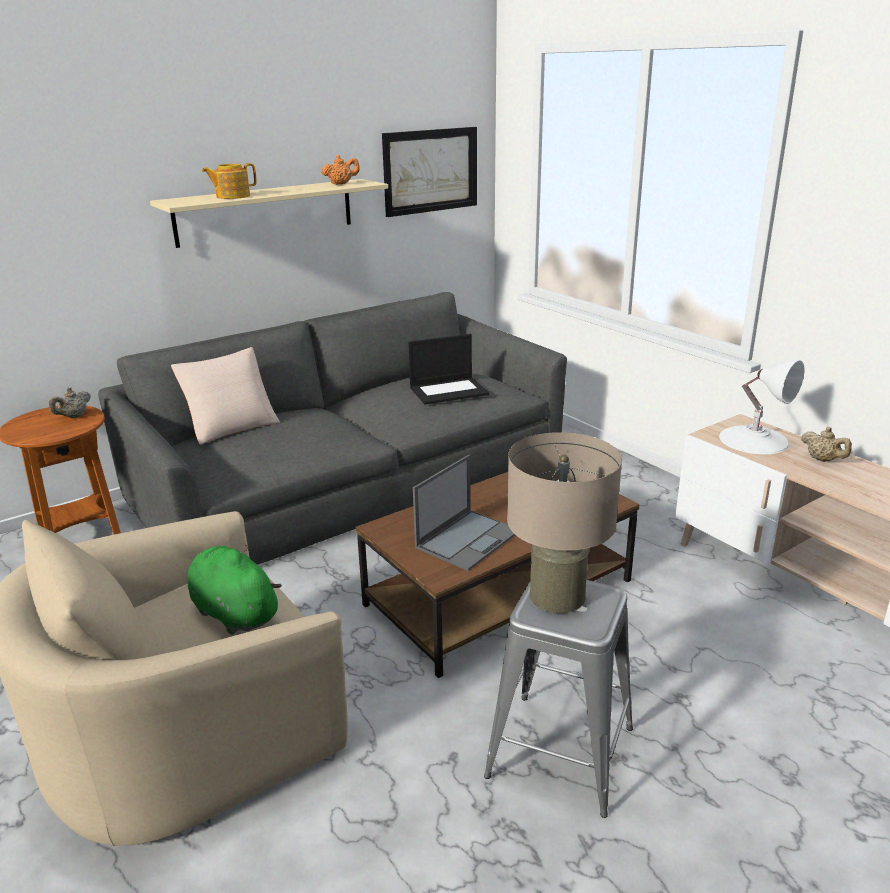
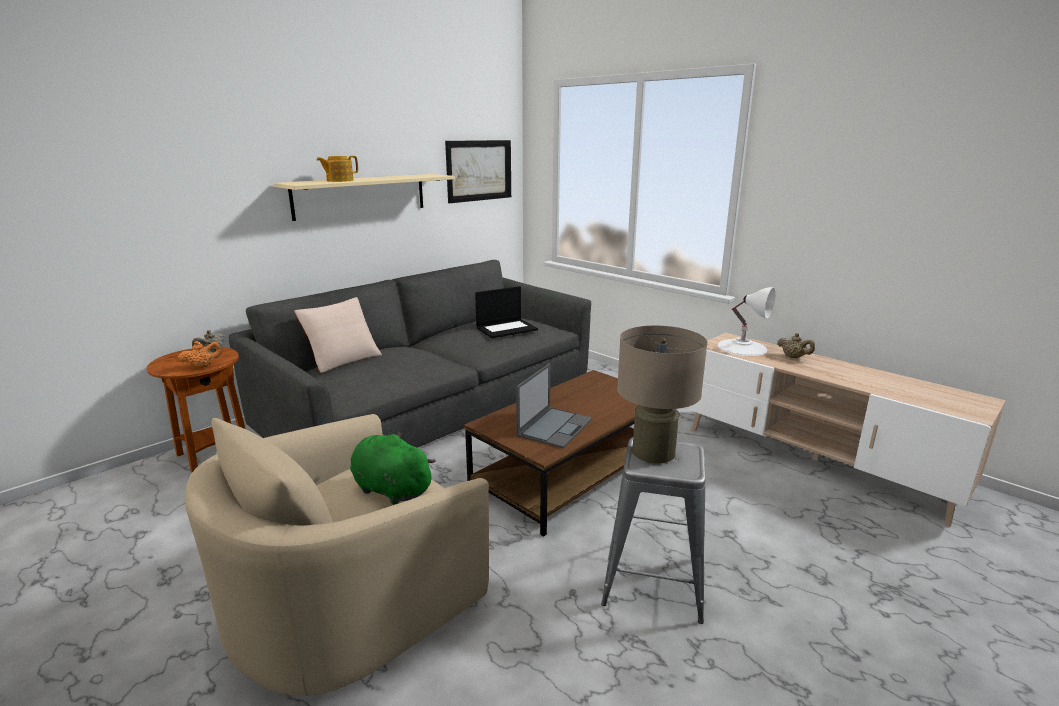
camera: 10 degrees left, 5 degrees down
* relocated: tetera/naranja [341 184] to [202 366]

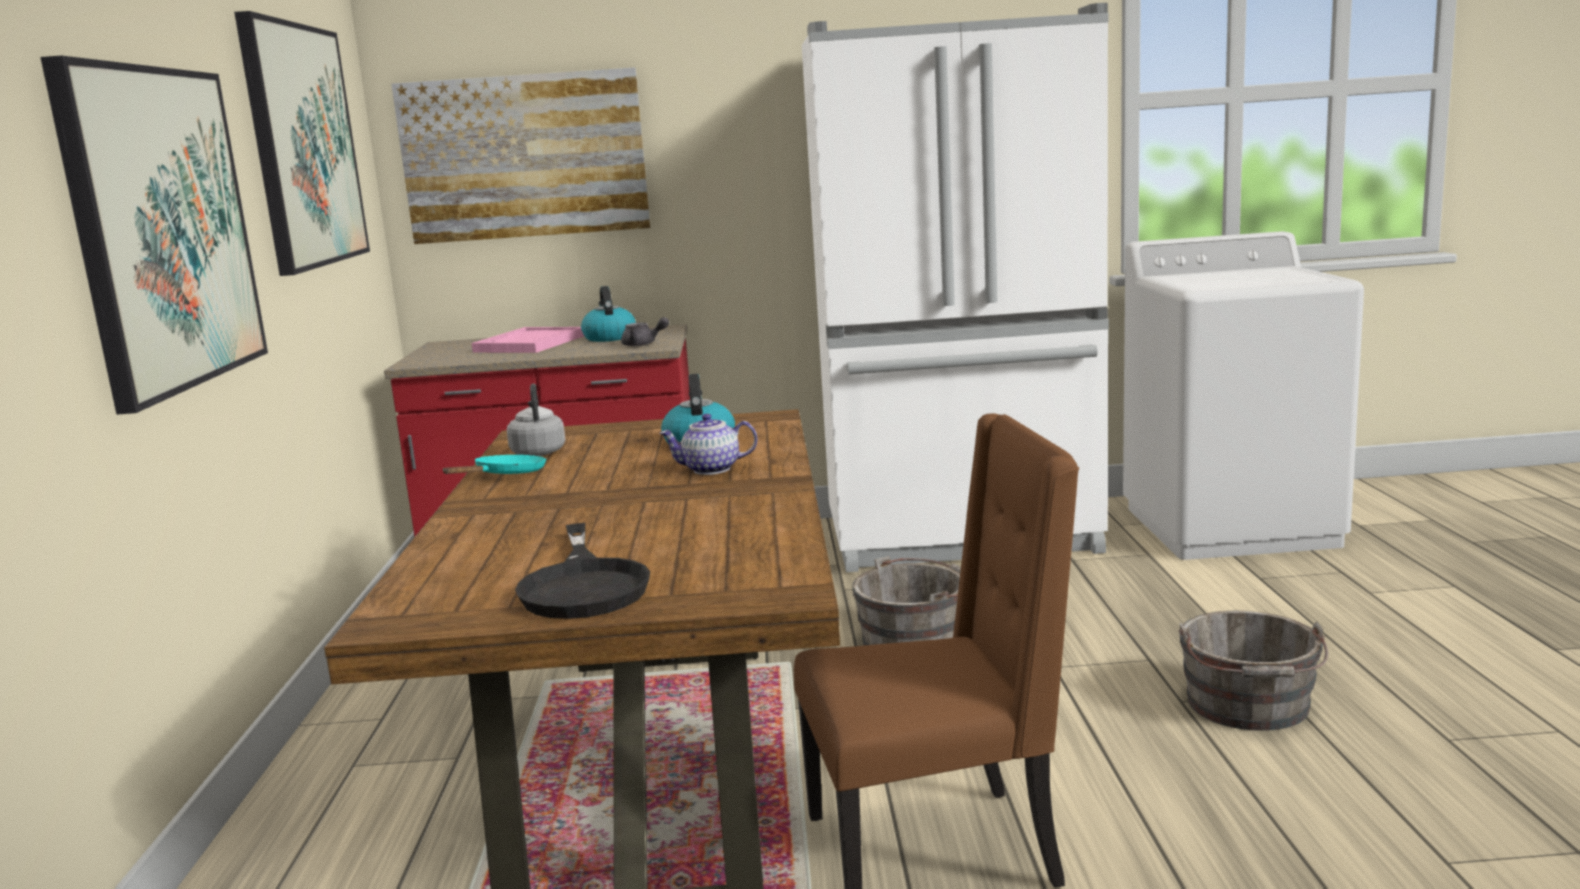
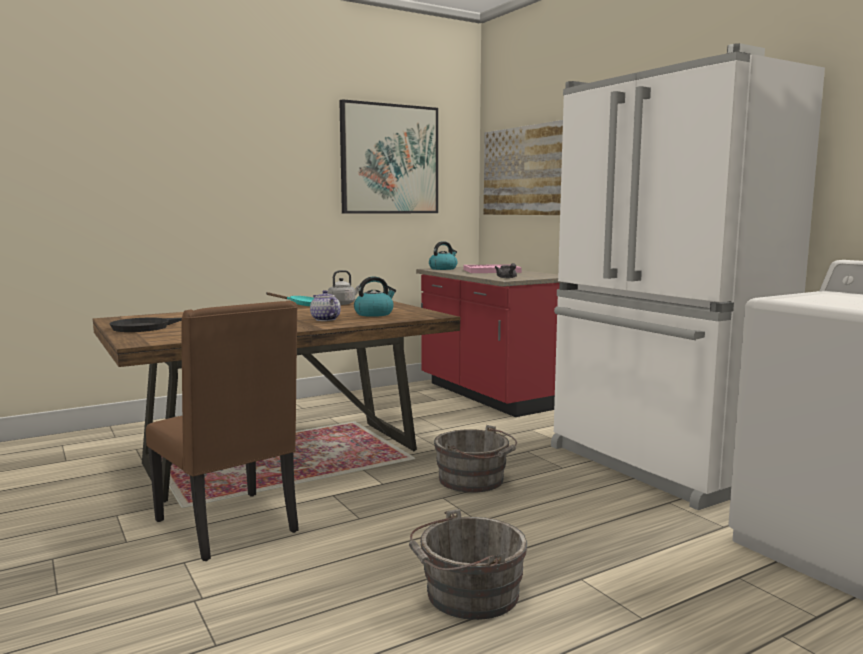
camera: 60 degrees right, 5 degrees down
* missing: cuadro [163 228]
* relocated: hervidor [609 337] to [443 268]

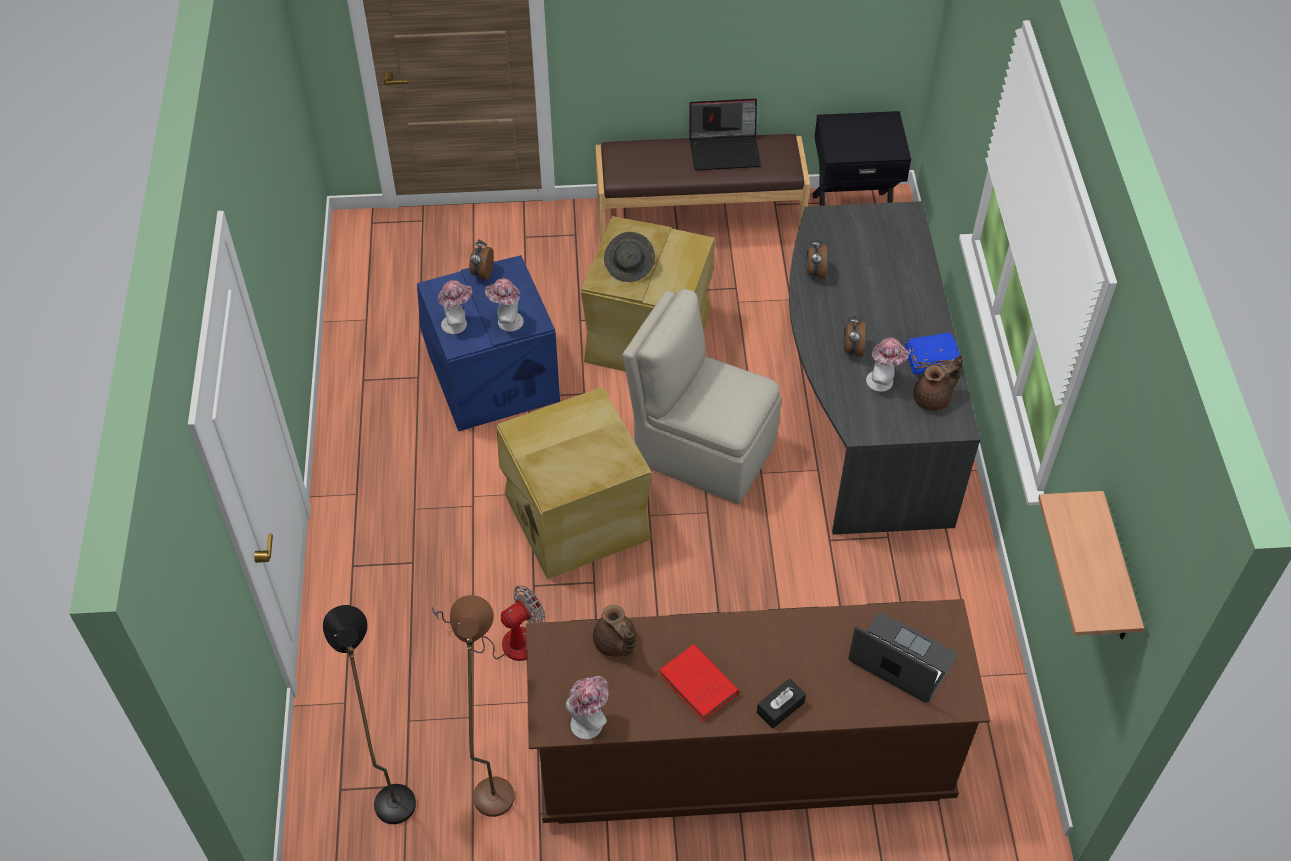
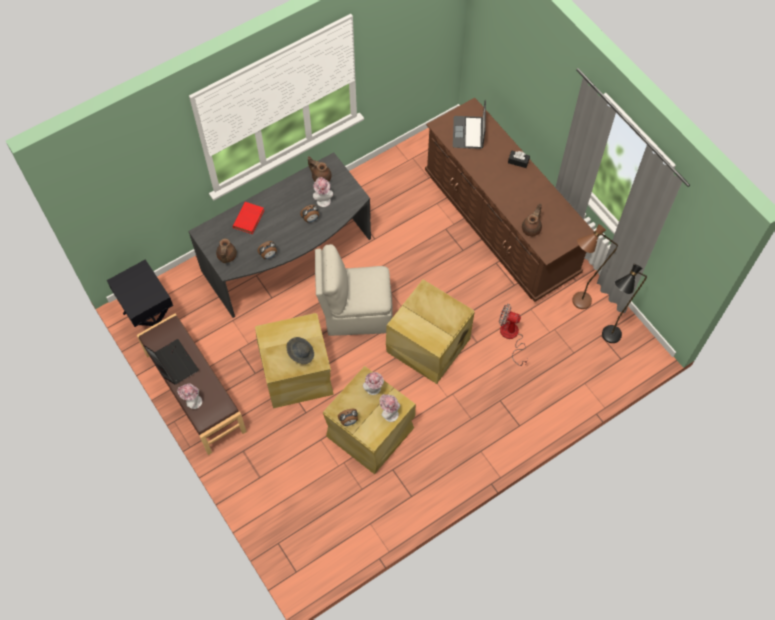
camera: 120 degrees left, 10 degrees up
* missing: libro/azul [930 360]
* missing: estante [1116 573]
* appeared: tetera/marrón [226 256]
* relocated: sombrero [589 721] to [192 401]
* relocated: libro/rojo [700 686] to [249 218]
* colour: caja de almacenaje/azul [492 379] to caja de almacenaje/beis [371 432]
* spun: silla/beis [702 450] = [356 312] 90 degrees clockwise

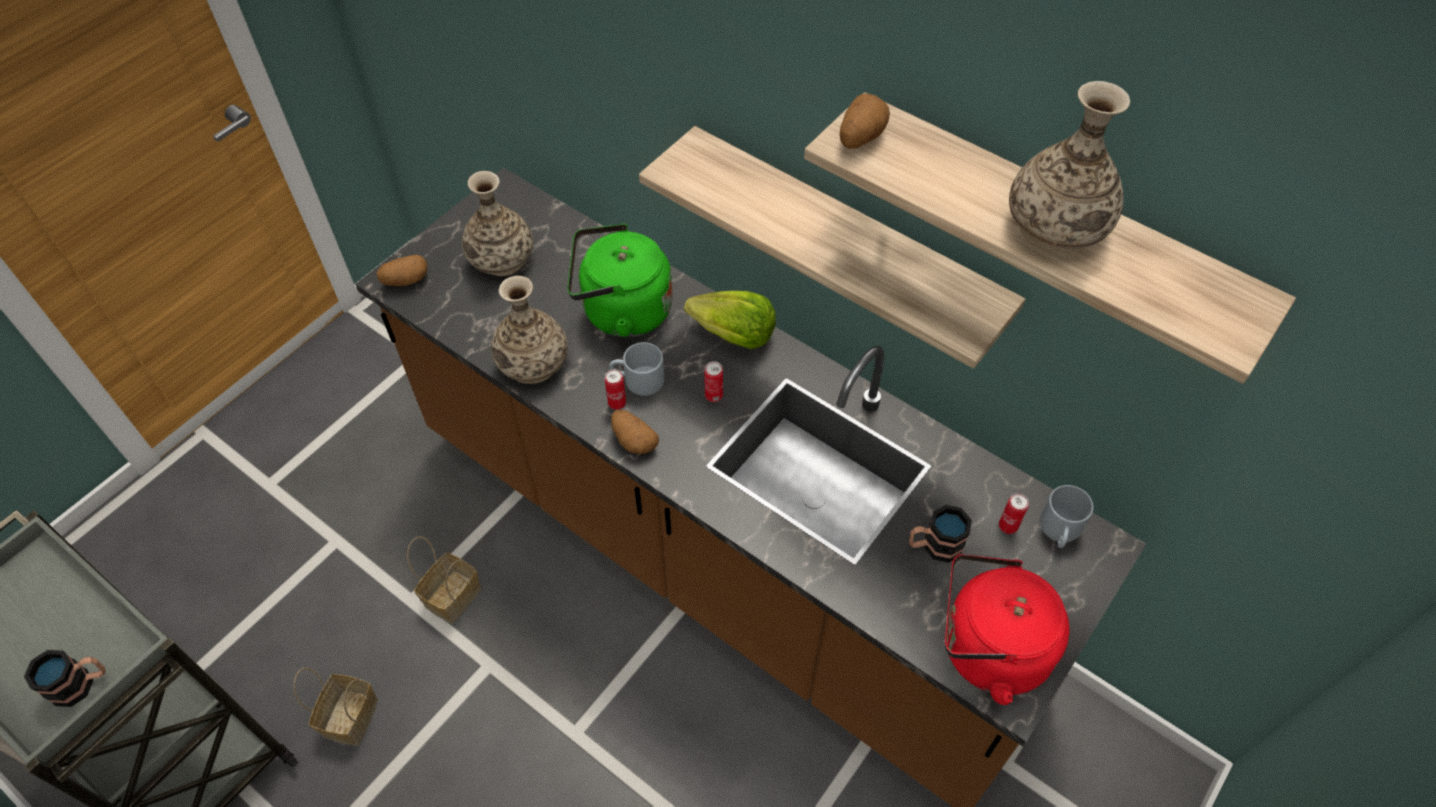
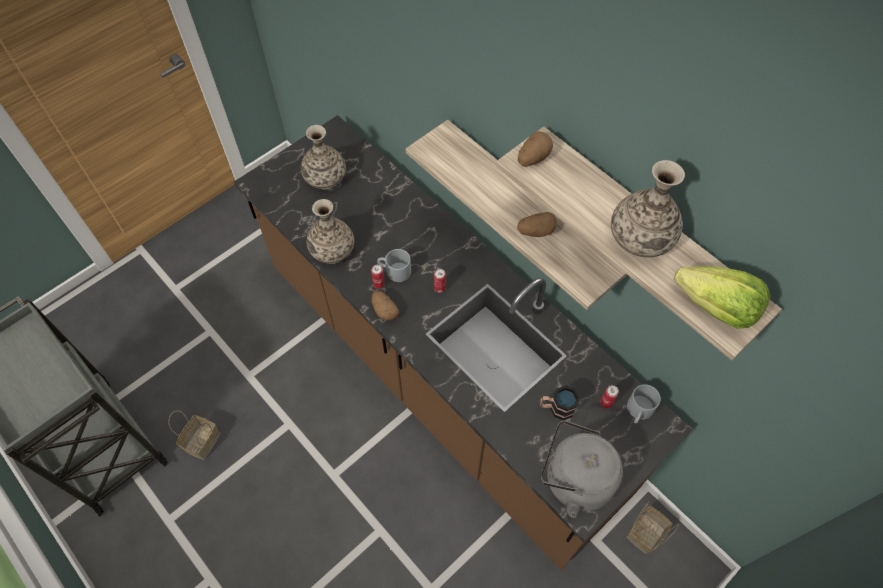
camera: 10 degrees right, 5 degrees up
* missing: taza grande [81 684]
* missing: hervidor/verde [621 311]
* relocated: patata [406 281] to [535 231]
* relocated: cesta [453 595] to [645 532]
* relocated: lechuga [733 335] to [716 308]
* colour: hervidor/rojo [987 649] to hervidor/gris [574 479]

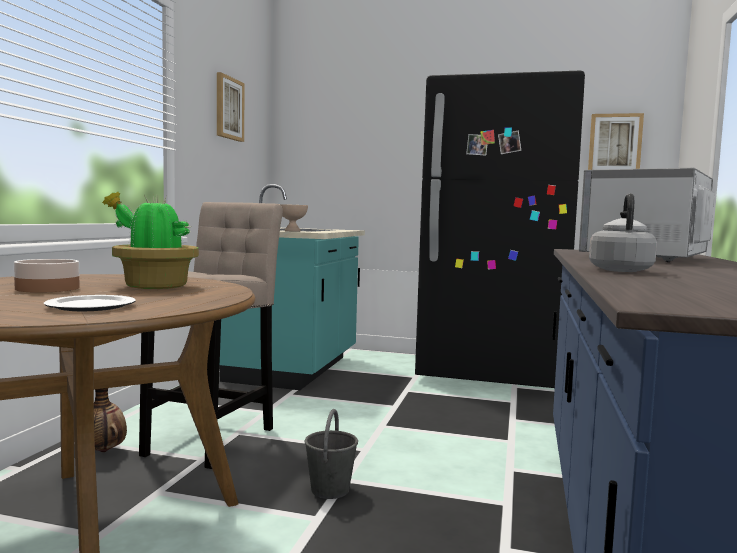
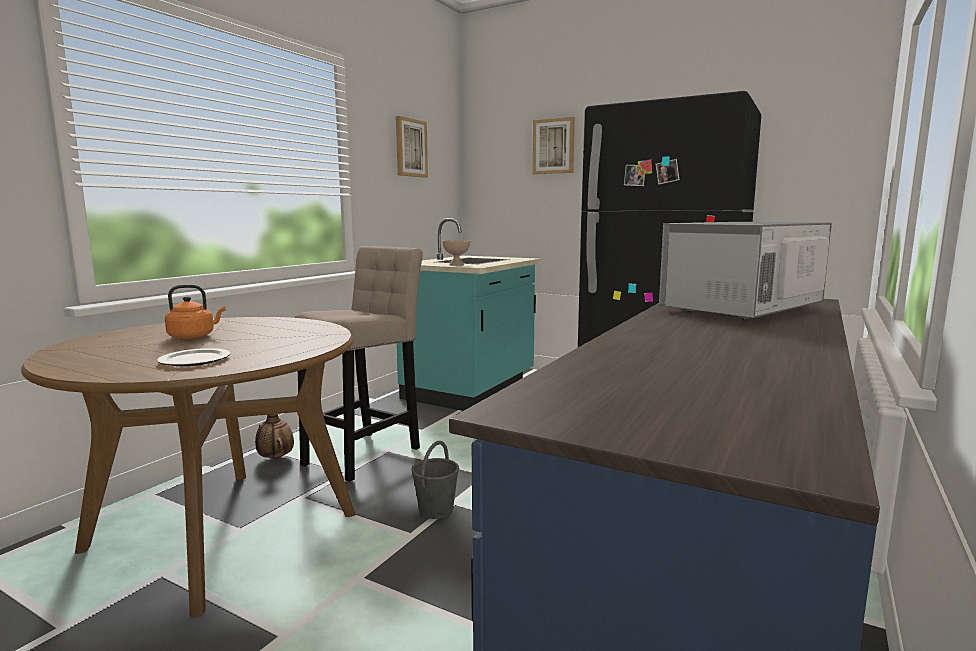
camera: 15 degrees right, 5 degrees up
* missing: planta en maceta [153 286]
* missing: hervidor/gris [620 270]
* relocated: cuadro [615 144] to [553 146]
* exchanged: cuenco [48 288] to hervidor/naranja [194 336]

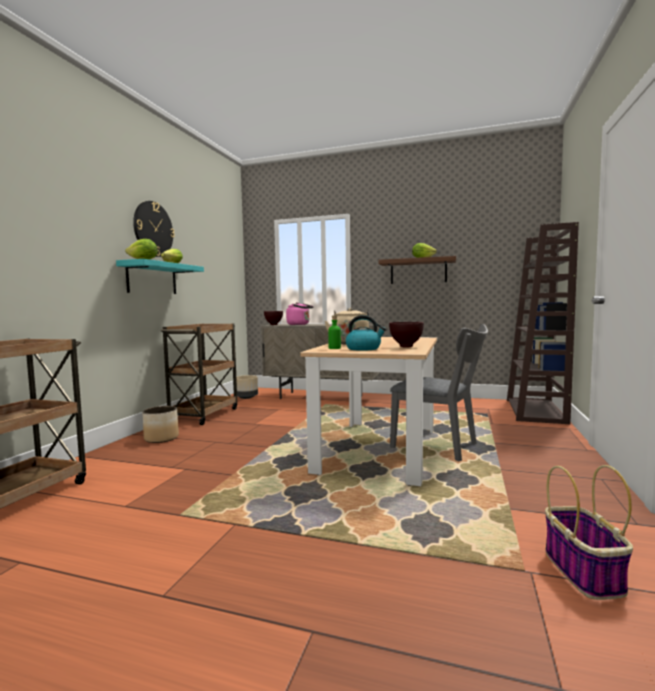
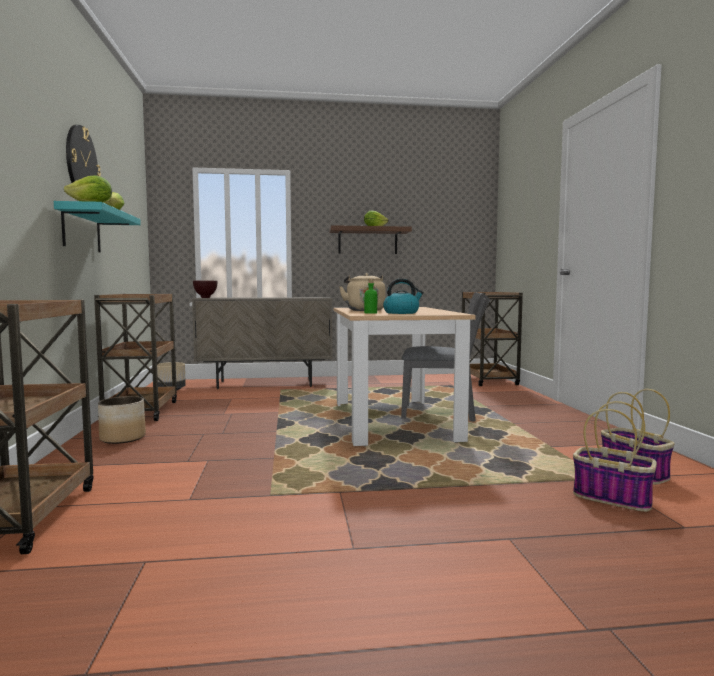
camera: 25 degrees left, 0 degrees up
* missing: hervidor/rosa [299 324]
* missing: cuenco/marrón [405 347]
* appeared: cesta [613 498]
* exchanged: estantería/marrón [536 411] to carrito/marrón [488 380]

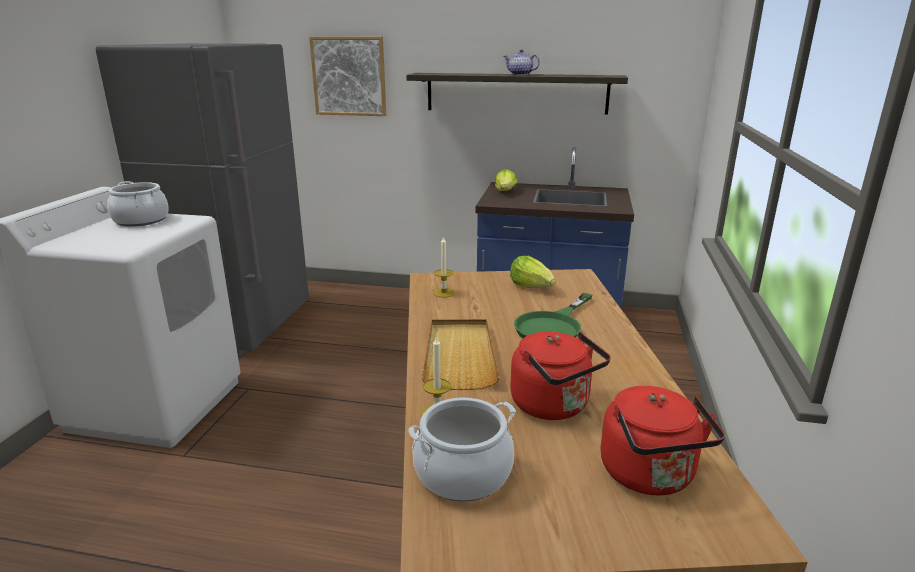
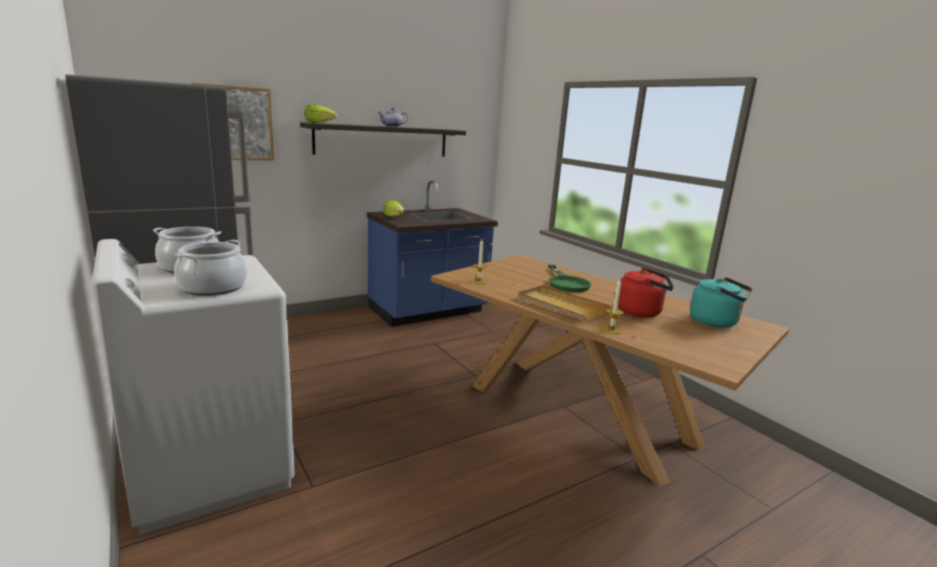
camera: 45 degrees left, 5 degrees down
* relocated: olla [462 473] to [213 287]
* relocated: lechuga [532 286] to [320 123]
* colour: hervidor/rojo [650 476] to hervidor/turquesa [716 322]

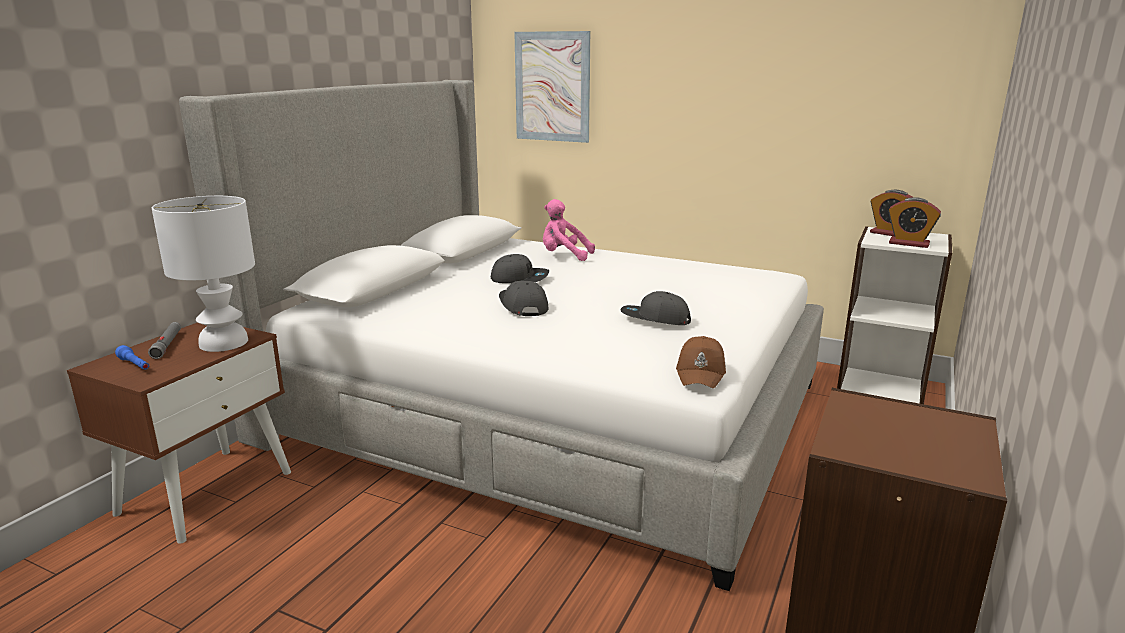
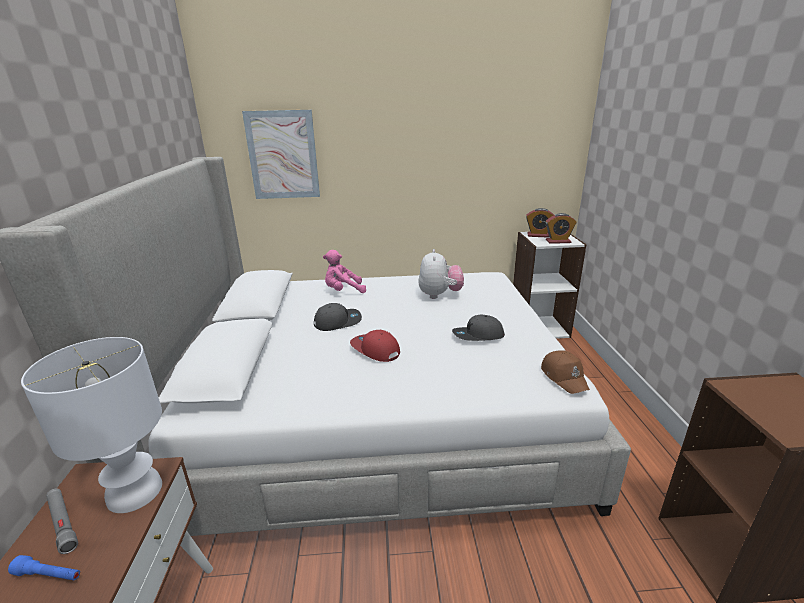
camera: 30 degrees left, 5 degrees up
* appeared: peluche [439 295]
* colour: gorra/gris [522 306] to gorra/rojo [375 350]

